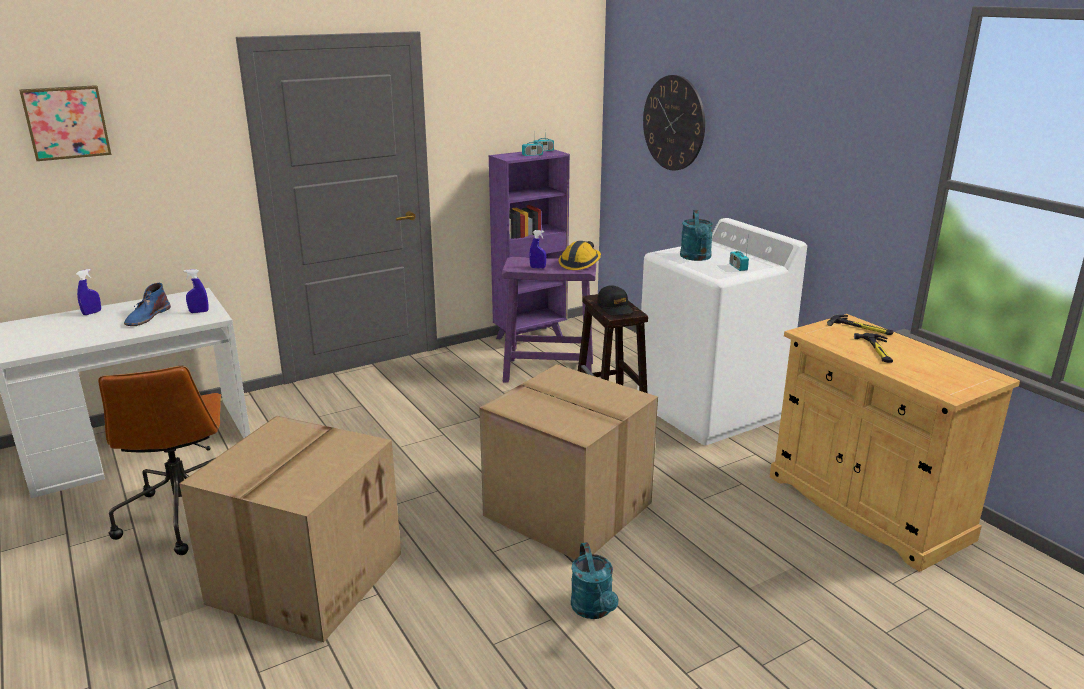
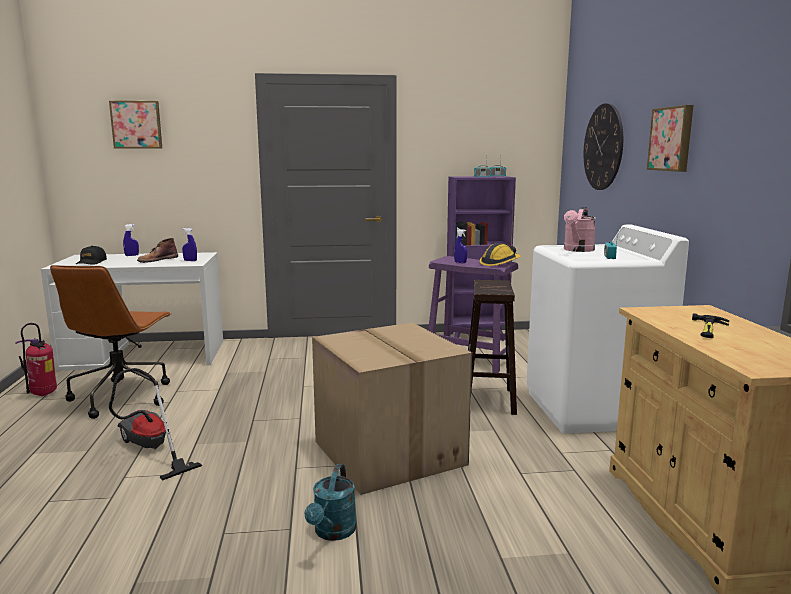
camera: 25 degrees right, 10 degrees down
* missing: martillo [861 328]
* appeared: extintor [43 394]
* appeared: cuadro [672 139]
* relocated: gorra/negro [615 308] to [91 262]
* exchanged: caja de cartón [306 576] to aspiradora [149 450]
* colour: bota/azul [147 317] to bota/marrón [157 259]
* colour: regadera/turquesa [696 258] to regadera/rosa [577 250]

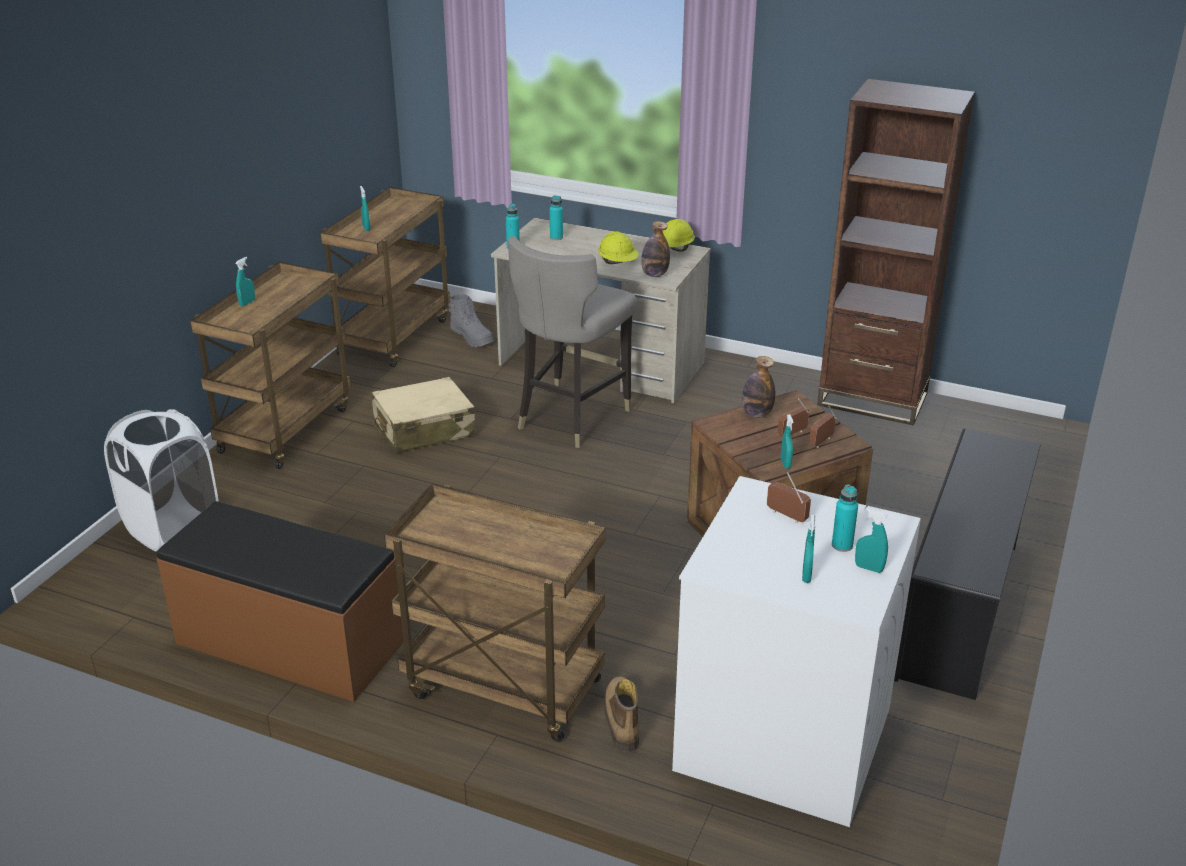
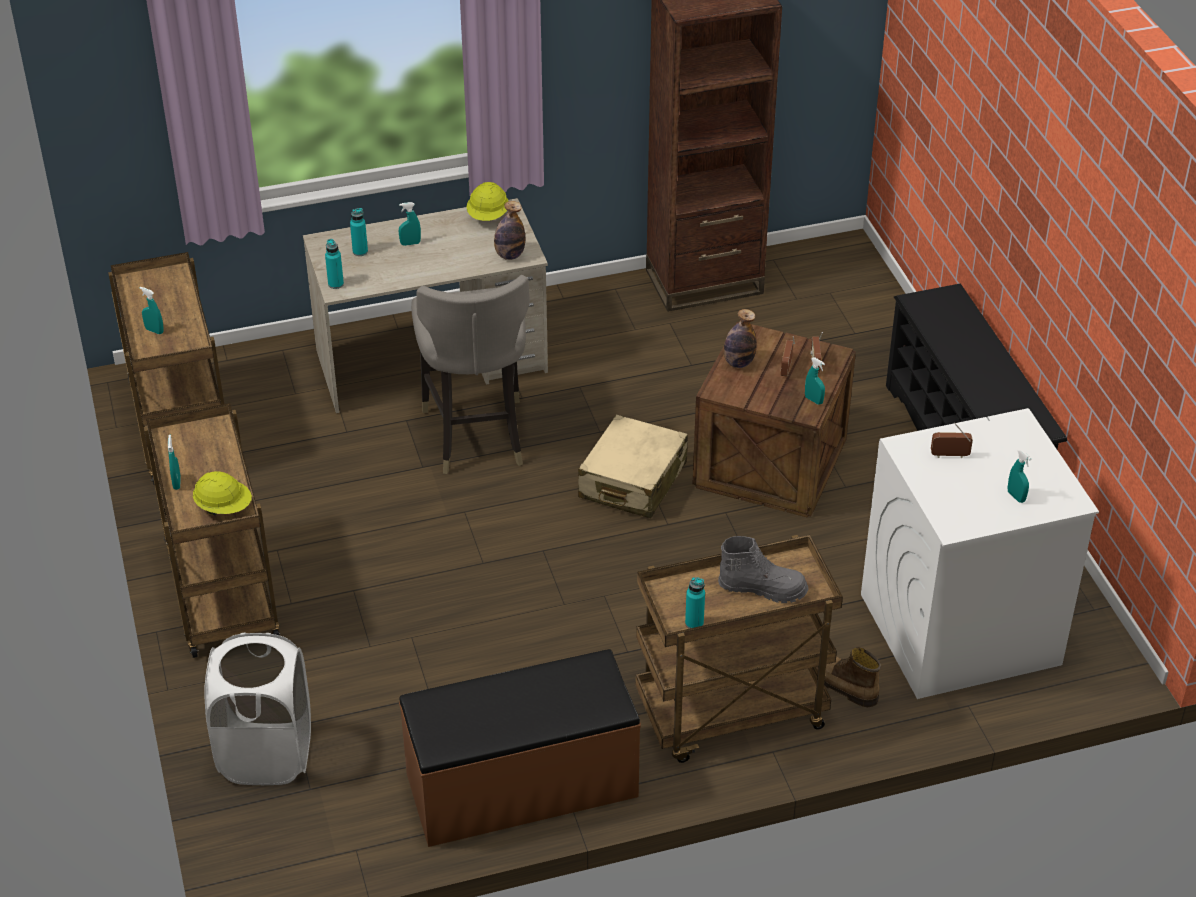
camera: 40 degrees left, 10 degrees up
* relocated: maleta/beis [423 429] to [632 481]
* relocated: bota/gris [472 337] to [762 588]
* relocated: casco/amarillo [618 263] to [224 507]
* relocated: botella/turquesa [842 545] to [694 623]
* relocated: pulverizador/turquesa [869 568] to [410 243]

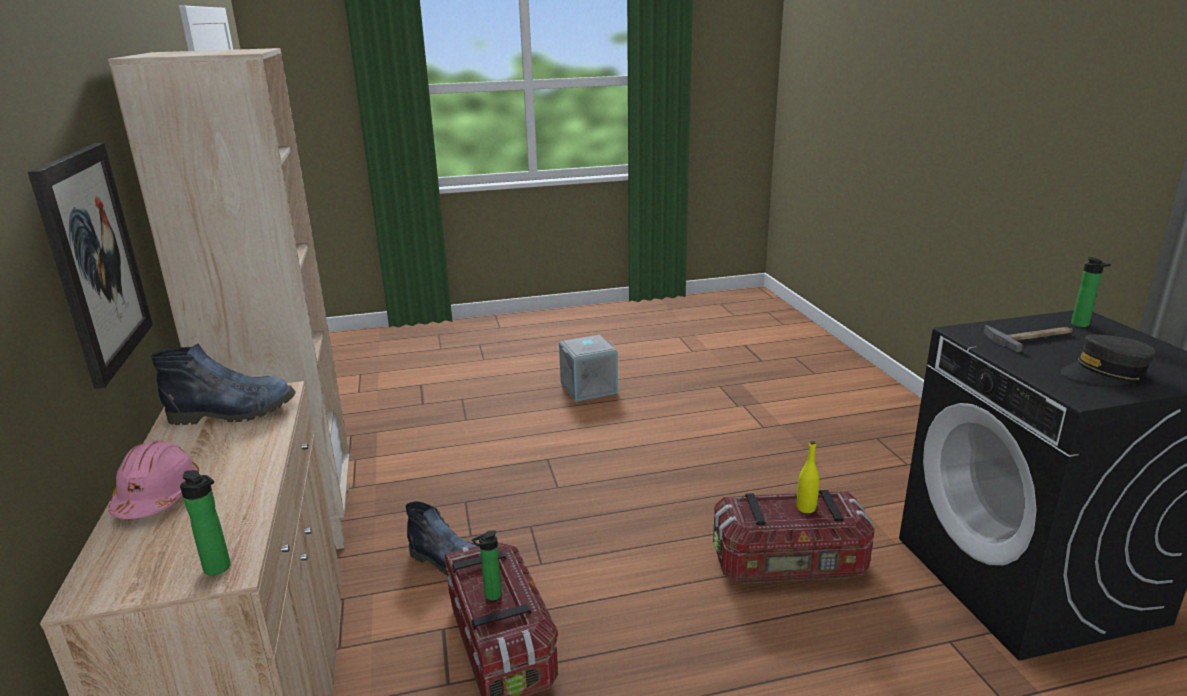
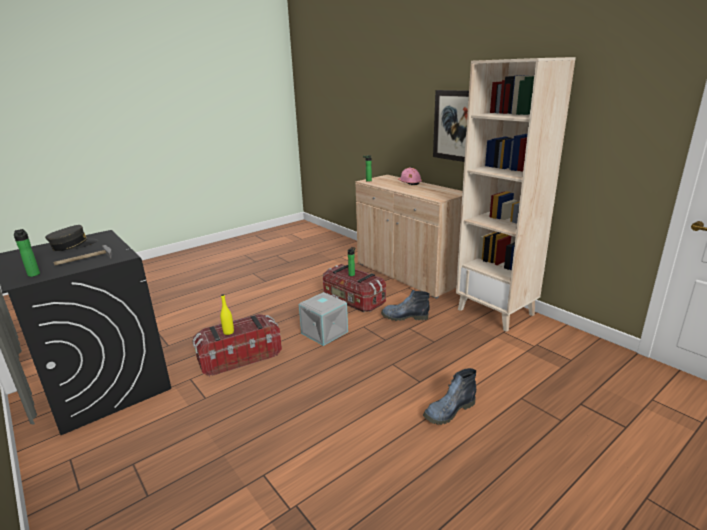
camera: 155 degrees right, 0 degrees up
* relocated: bota [235 412] to [449 411]
* relocated: caja de almacenaje/gris [588 387] to [324 333]

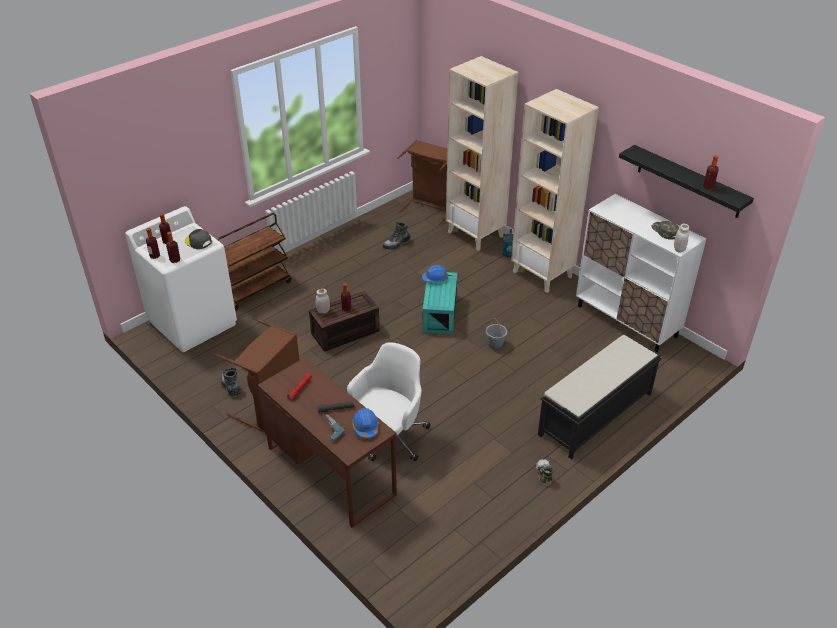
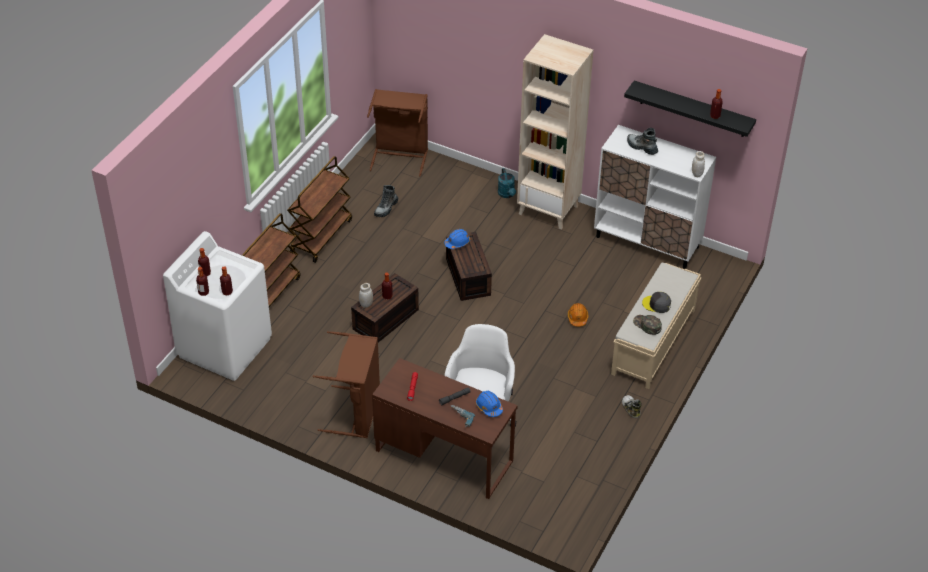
camera: 20 degrees left, 5 degrees up
* missing: estantería/beis [476 234]
* missing: cubo/gris [495 344]
* appeared: carrito/marrón [321 236]
* appeared: casco/naranja [577 318]
* relocated: gorra/gris [198 241] to [656 304]
* relocated: bota [230 385] to [641 147]
* relocated: gorra/verde [664 231] to [647 325]
* colour: caja de almacenaje/turquesa [439 313] to caja de almacenaje/marrón [467 276]
* colour: banco/negro [595 415] to banco/beis [653 343]

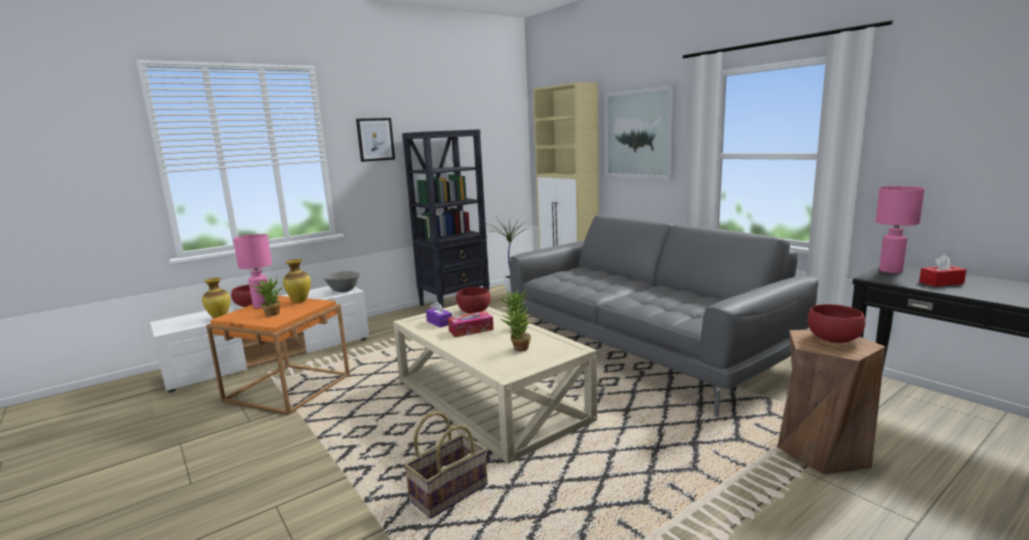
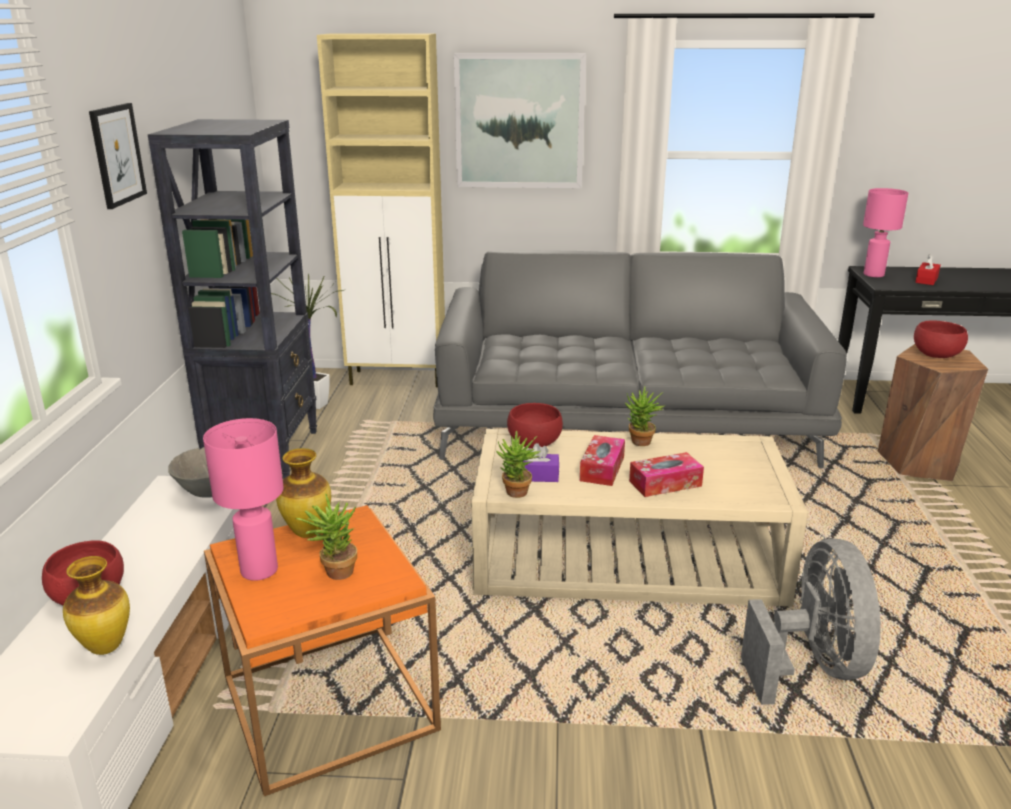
camera: 50 degrees left, 10 degrees up
* appeared: caja de pañuelos [665 483]
* relocated: planta en maceta [518 349] to [517 495]
* exchanged: cesta [448 492] to ventilador/gris [812 666]

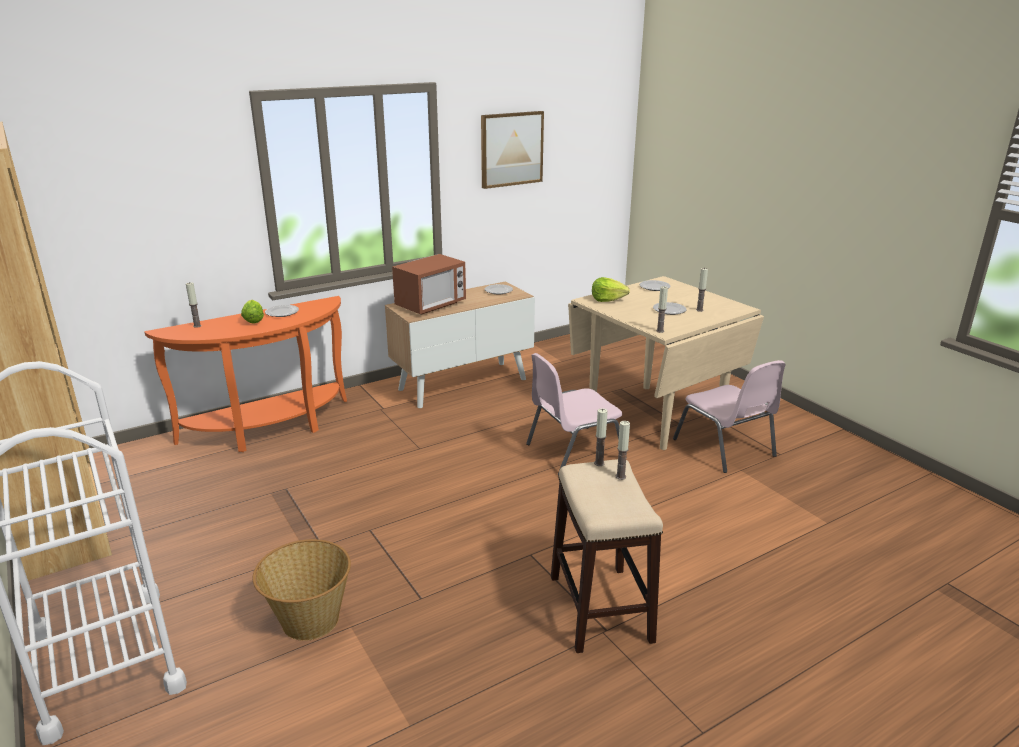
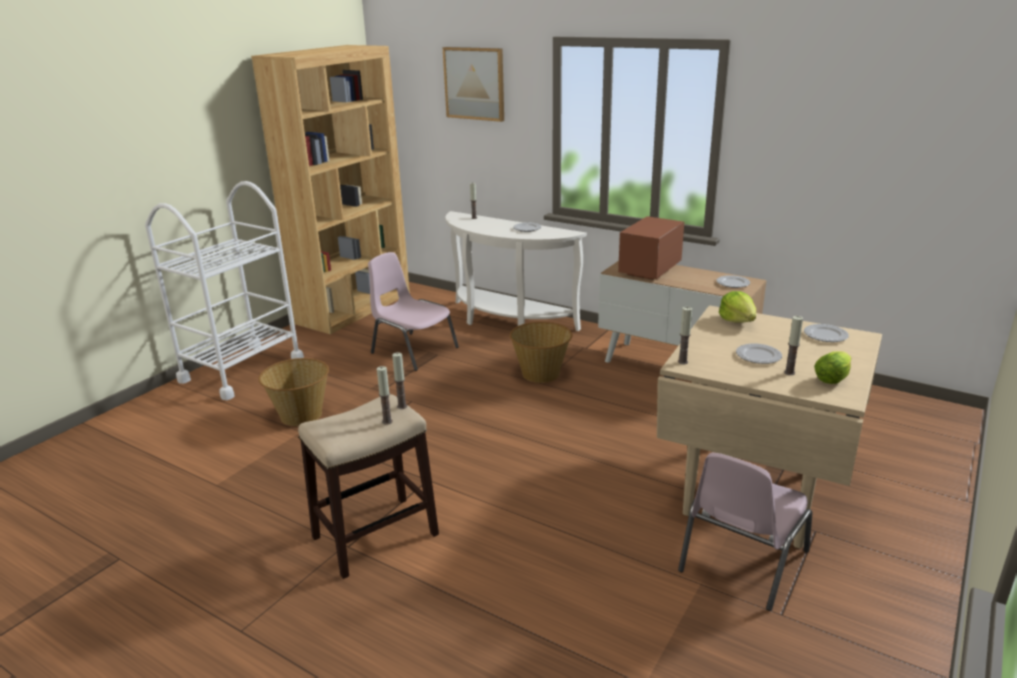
camera: 65 degrees right, 0 degrees up
* appeared: cesta [541 373]
* relocated: lechuga [253 320] to [833 378]
* relocated: cuadro [511 149] to [474 83]
* relocated: silla/rosa [573 451] to [413 350]
* colour: mesa consola/naranja [270 430] to mesa consola/blanco [506 322]
* spun: microondas [431 305] = [649 270] 105 degrees clockwise

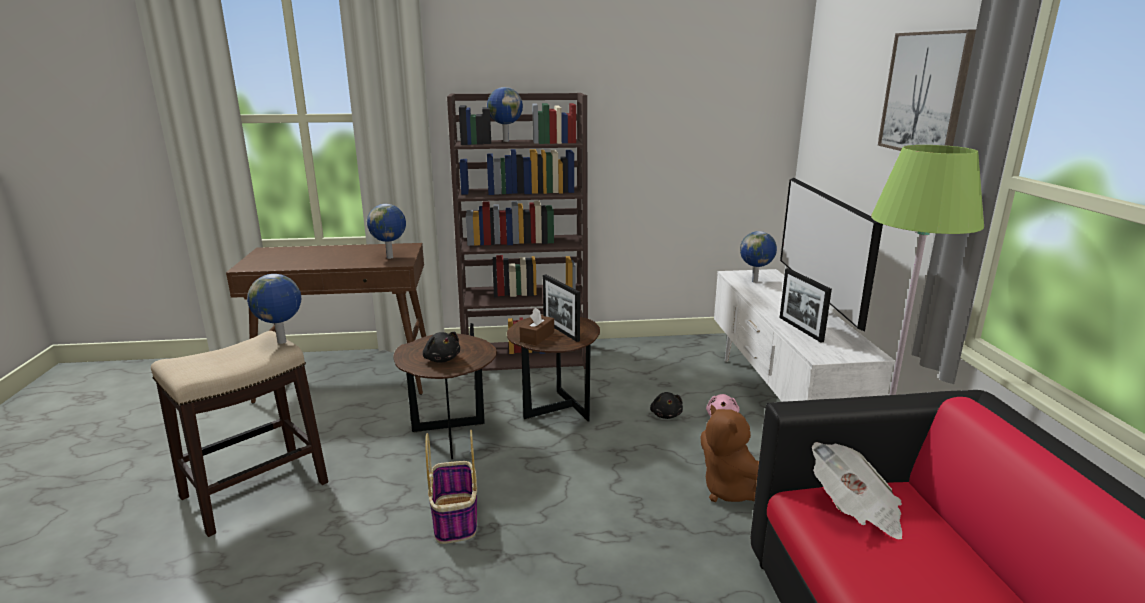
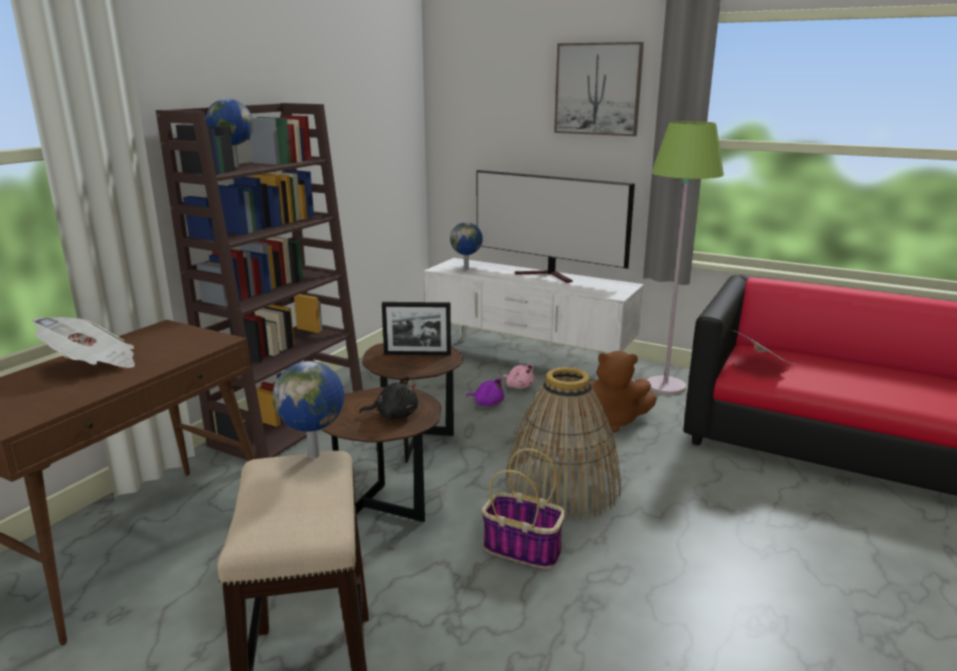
camera: 55 degrees left, 0 degrees up
* missing: globo terráqueo [390 257]
* missing: caja de pañuelos/marrón [537 337]
* missing: portarretratos [800 329]
* appeared: periódico [93 364]
* appeared: cesta [562 486]
* colour: peluche/negro [666 415] to peluche/morado [487 403]

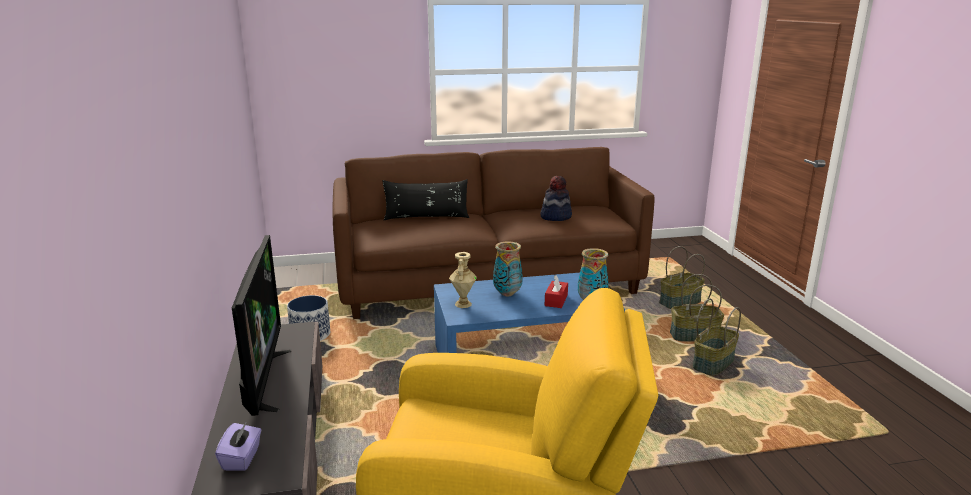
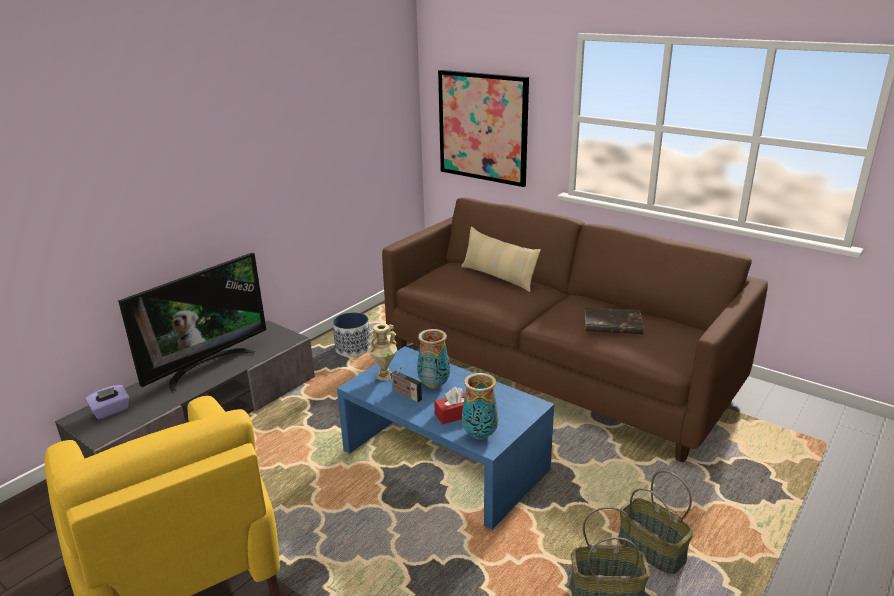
camera: 50 degrees right, 5 degrees up
* missing: cesta [680 303]
* appeared: radio [405 394]
* appeared: cuadro [483 127]
* exchanged: sombrero [555 216] to libro/marrón [612 325]
* colour: cojín/negro [426 217] to cojín/beis [498 277]

